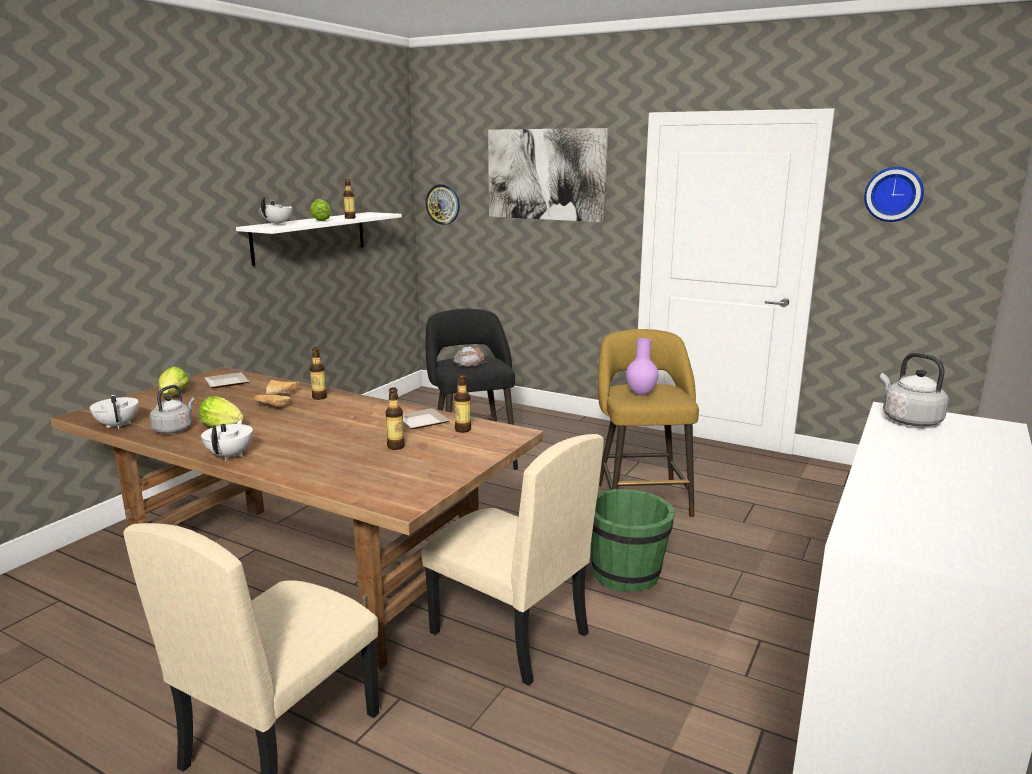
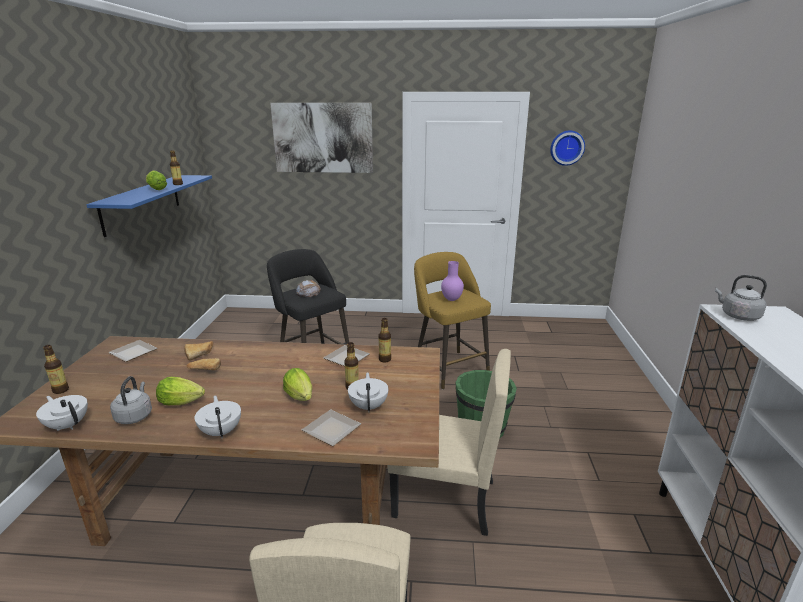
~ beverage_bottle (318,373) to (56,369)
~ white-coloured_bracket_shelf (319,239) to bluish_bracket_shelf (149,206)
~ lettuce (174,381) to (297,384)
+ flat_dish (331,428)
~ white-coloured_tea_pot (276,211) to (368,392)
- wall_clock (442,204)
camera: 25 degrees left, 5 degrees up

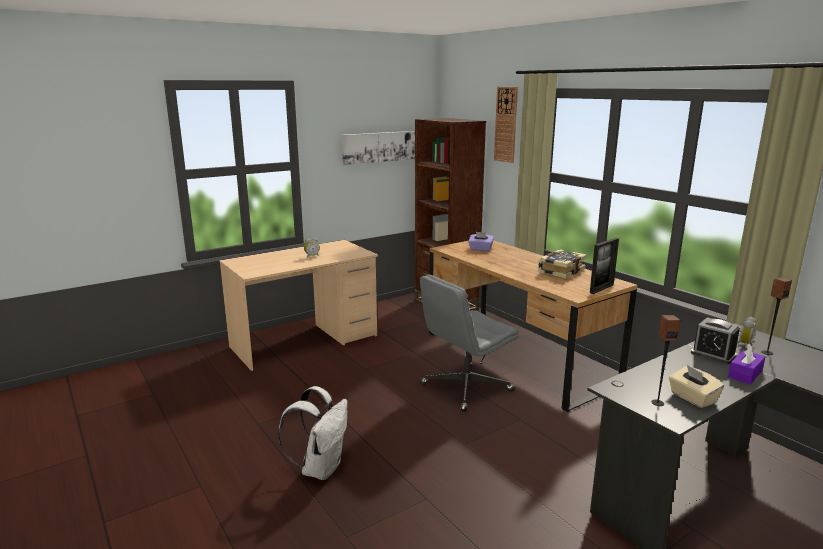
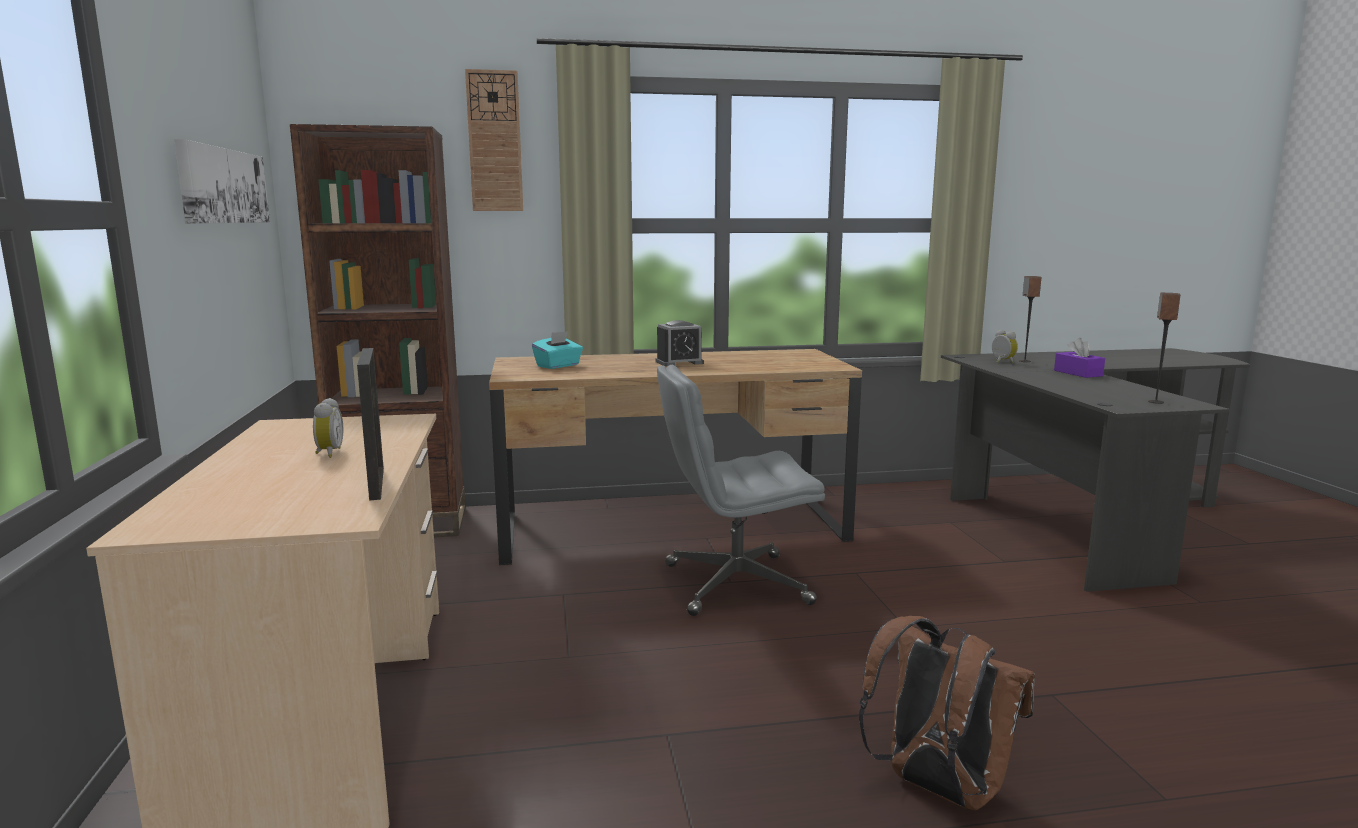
~ picture_frame (604,266) to (370,424)
~ purple_tissue_holder (481,241) to turquoise-coloured_tissue_holder (557,350)
~ alarm_clock (715,340) to (679,343)
~ greyish_office_chair (469,343) = (741,490) 90 degrees clockwise
~ white-coloured_knapsack (312,433) to brown_knapsack (947,713)
- volume (562,264)
- sand-coloured_tissue_holder (696,386)
camera: 65 degrees left, 5 degrees down

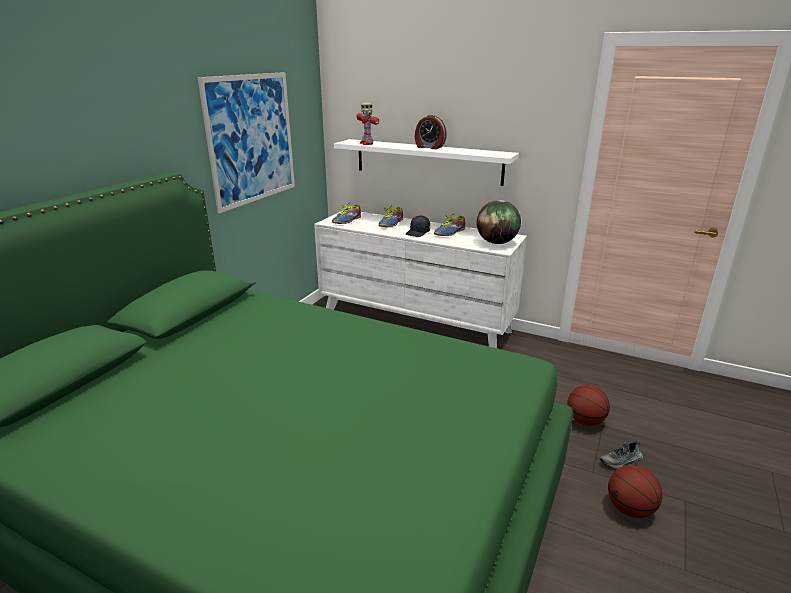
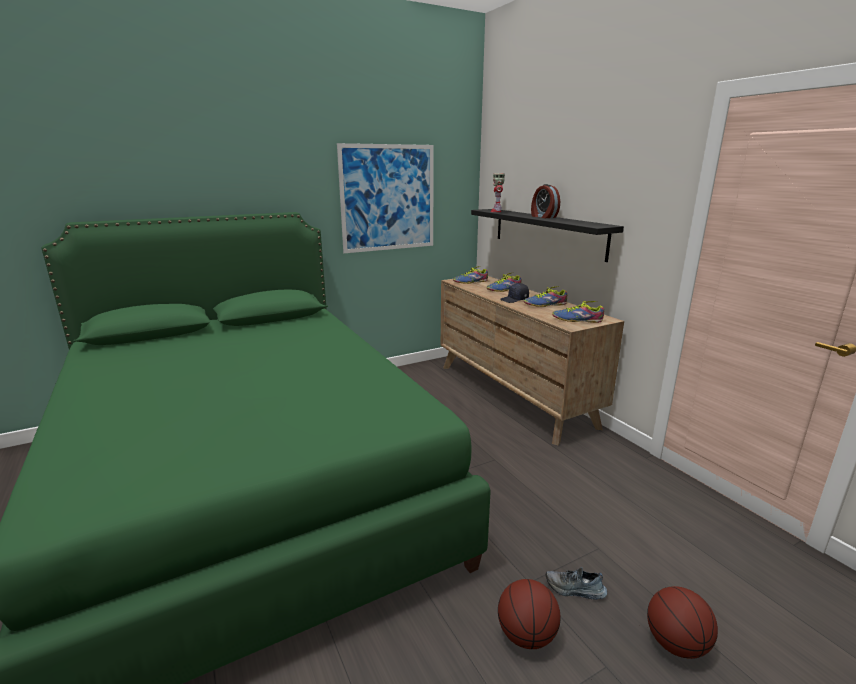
~ white-coloured_drawer_chest (420,279) to brown_drawer_chest (532,361)
~ white-coloured_bracket_shelf (426,162) to blackish_bracket_shelf (547,235)
~ globe (499,222) to shoe (578,312)
~ basketball_ball (588,405) to (682,622)
camera: 35 degrees right, 5 degrees down

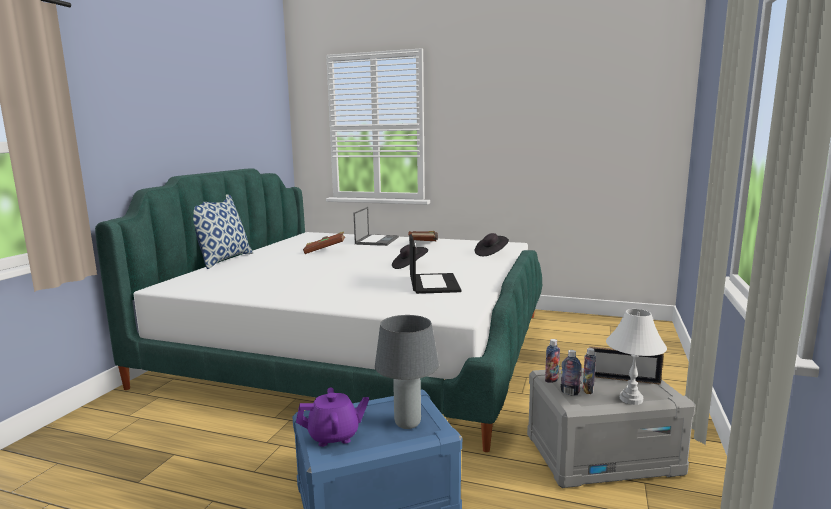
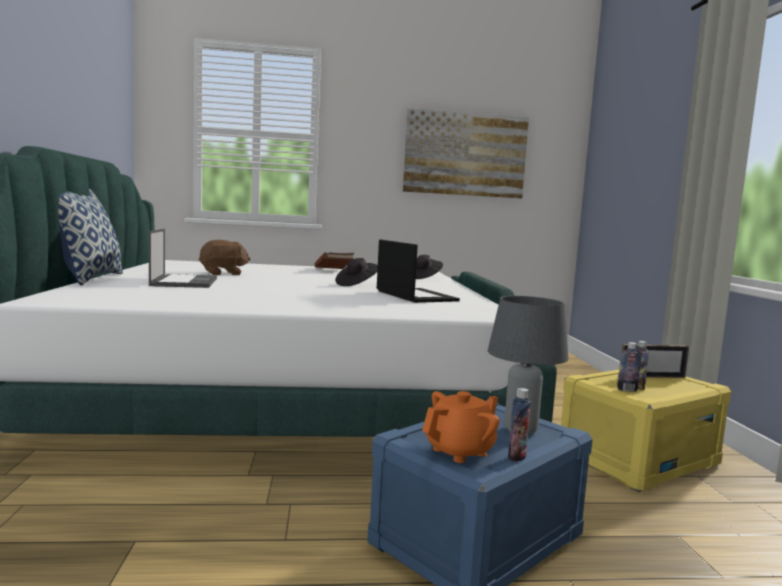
~ notebook_computer (376,226) to (183,258)
~ brown_volume (324,243) to brown_soft_toy (224,257)
+ wall_picture (466,153)
~ purple_tea_pot (332,417) to orange_tea_pot (460,427)
~ beverage_bottle (552,361) to (519,425)
~ greyish_storage_container (611,428) to yellow_storage_container (646,431)
- white-coloured_table_lamp (636,357)
camera: 25 degrees left, 5 degrees down

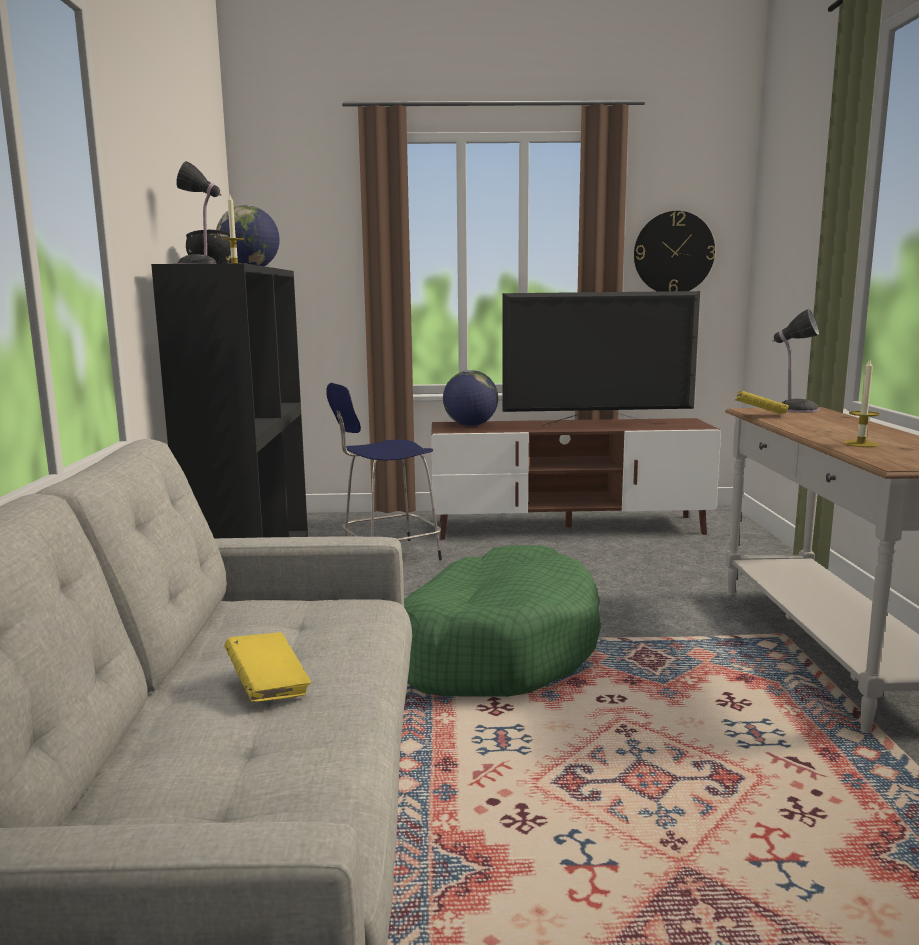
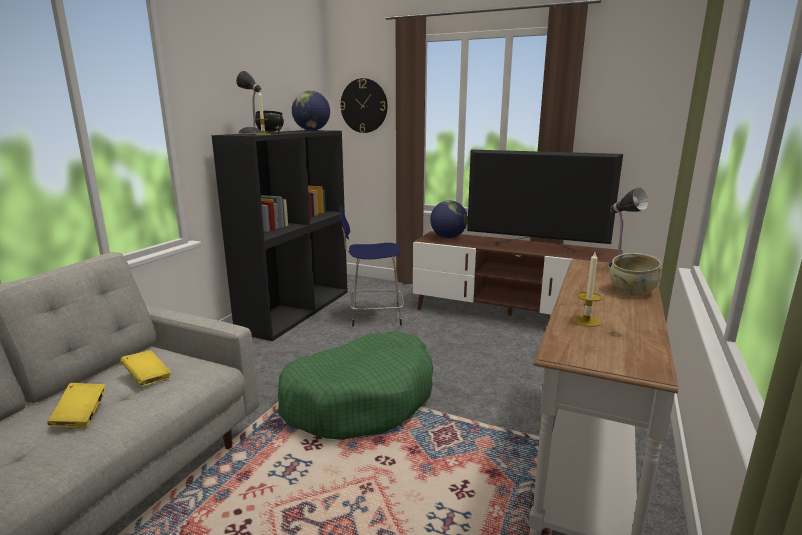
~ yellow_volume (762,402) to (145,368)
~ wall_clock (674,251) to (363,105)
+ sand-coloured_deep_dish (635,274)
camera: 25 degrees right, 5 degrees up

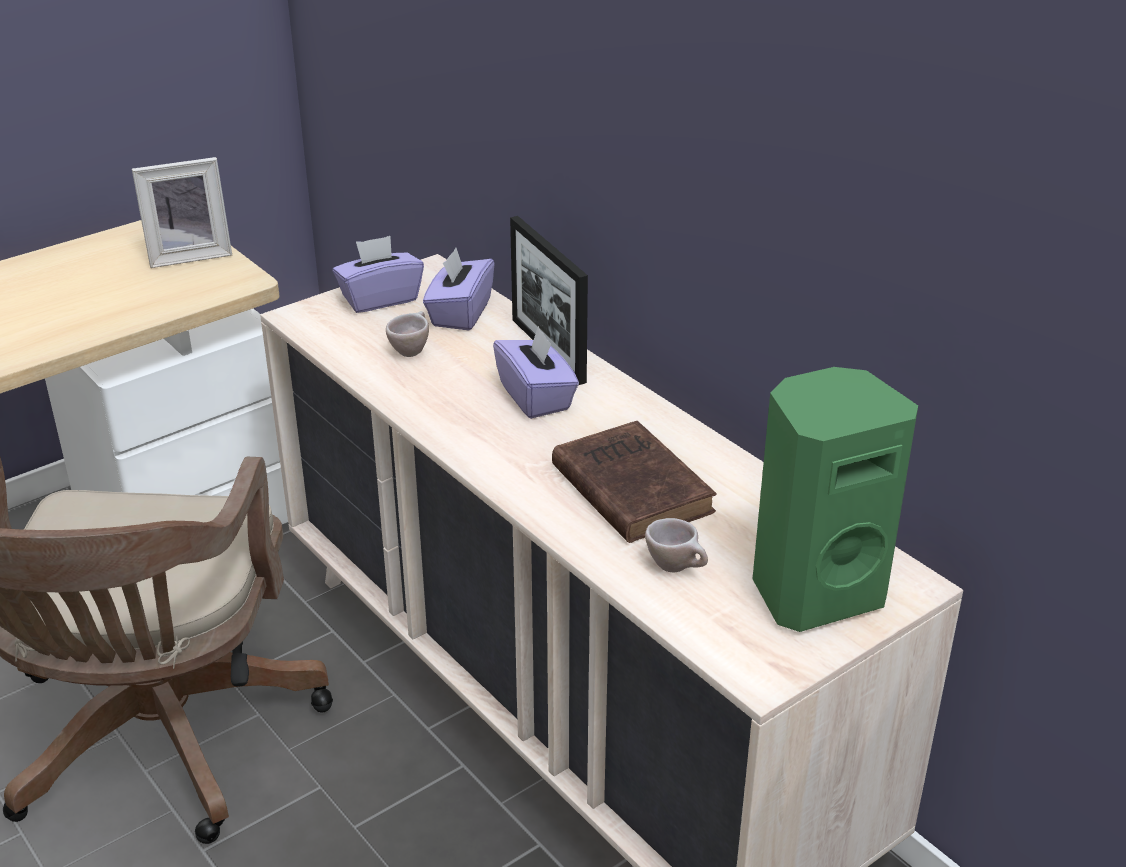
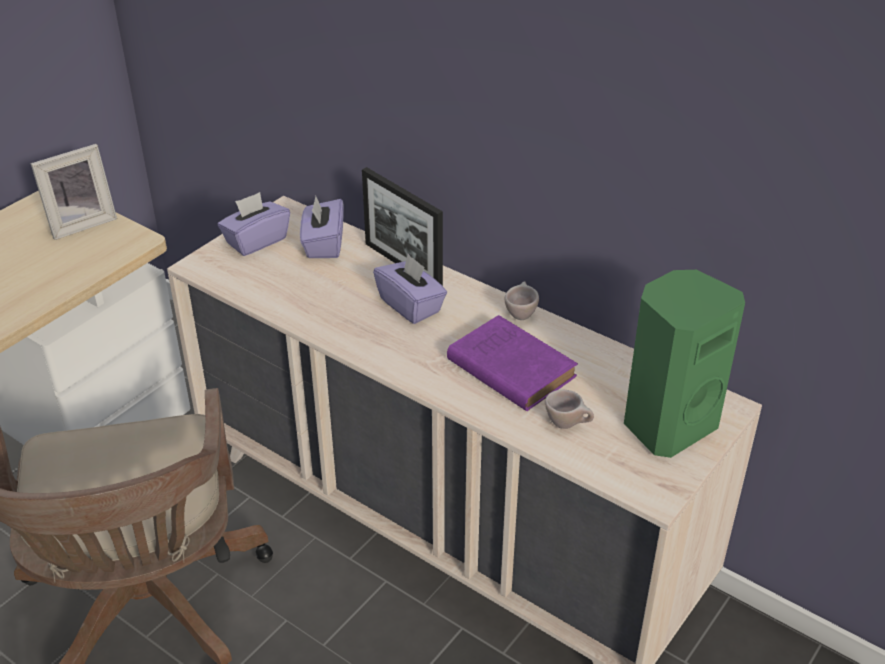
~ brown_volume (634,482) to purple_volume (512,363)
~ sand-coloured_cup (407,334) to (522,300)
camera: 15 degrees left, 5 degrees up

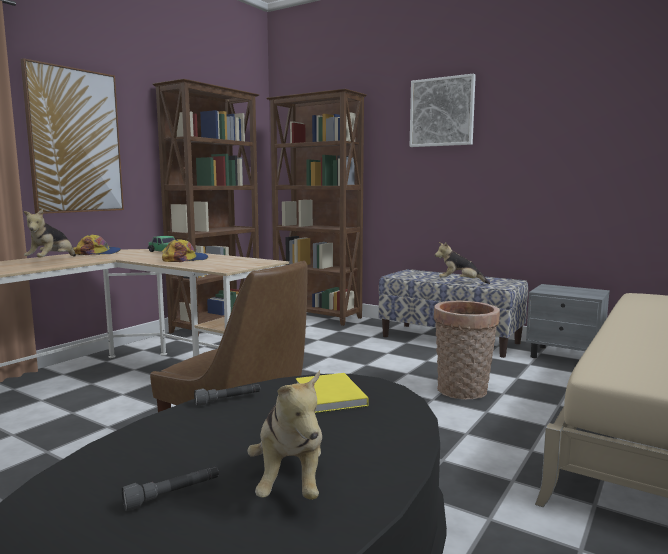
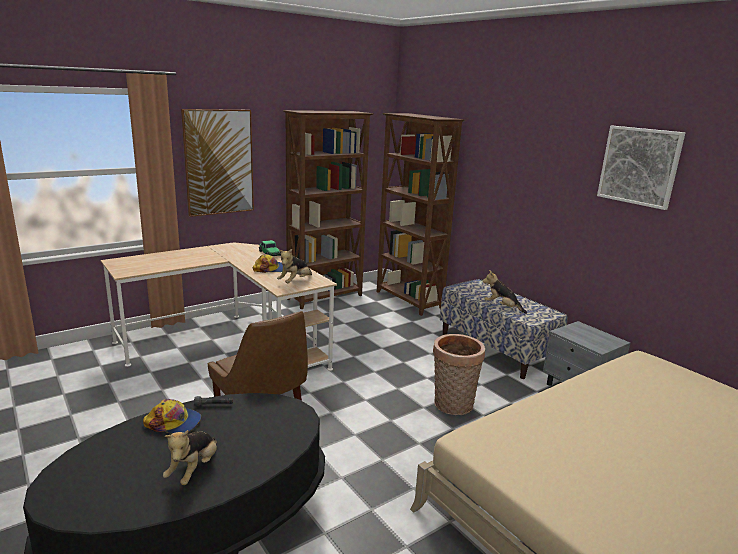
~ cap (97,245) to (172,416)
~ soft_toy (49,233) to (294,266)
~ wall_picture (443,110) to (641,168)
- greyish_hand_torch (170,488)
- yellow_volume (332,393)
camera: 20 degrees right, 10 degrees up

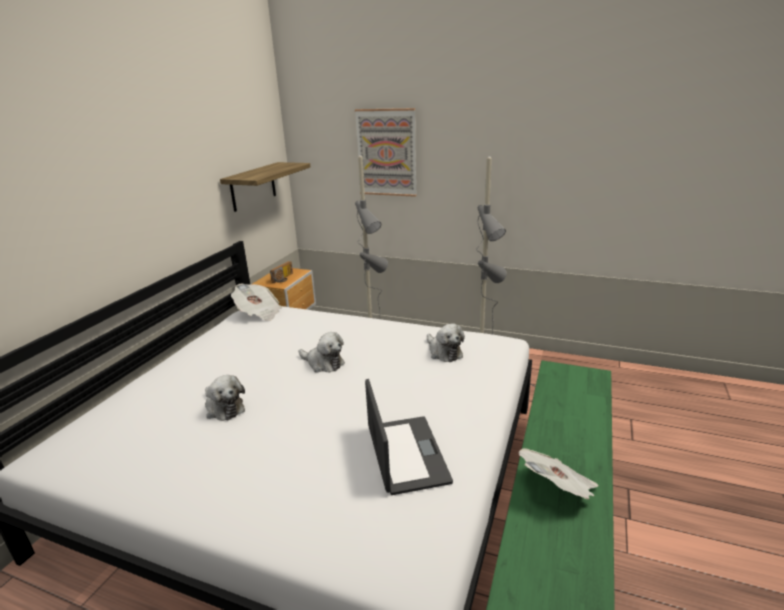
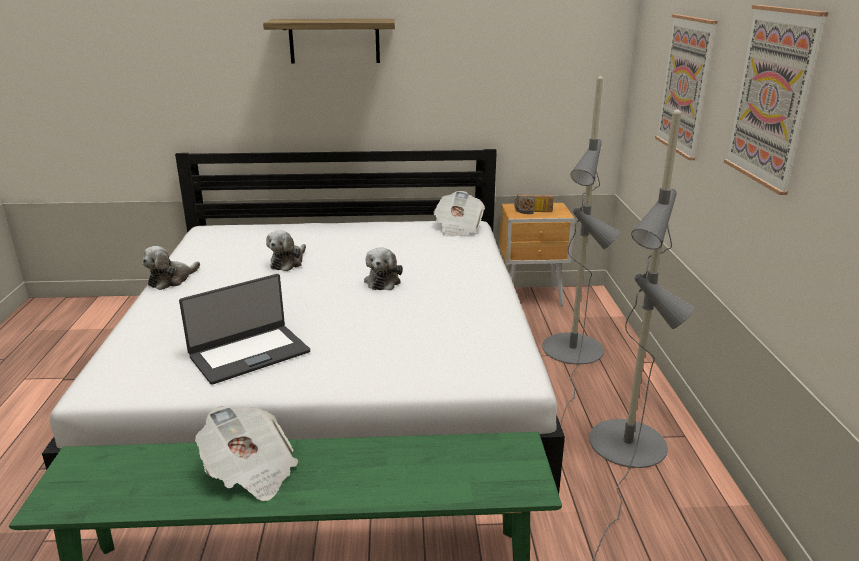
~ soft_toy (446,343) to (171,268)
~ bracket_shelf (265,187) to (329,41)
+ wall_picture (776,100)
camera: 65 degrees right, 0 degrees up

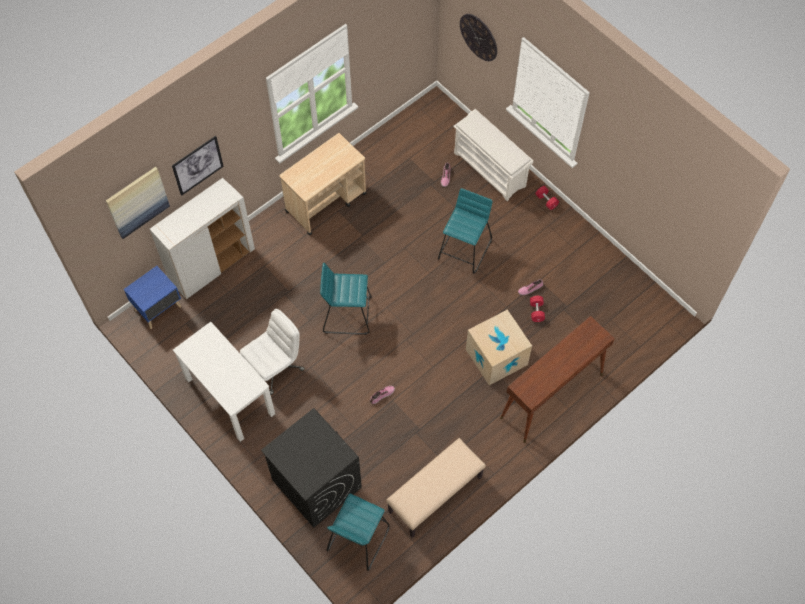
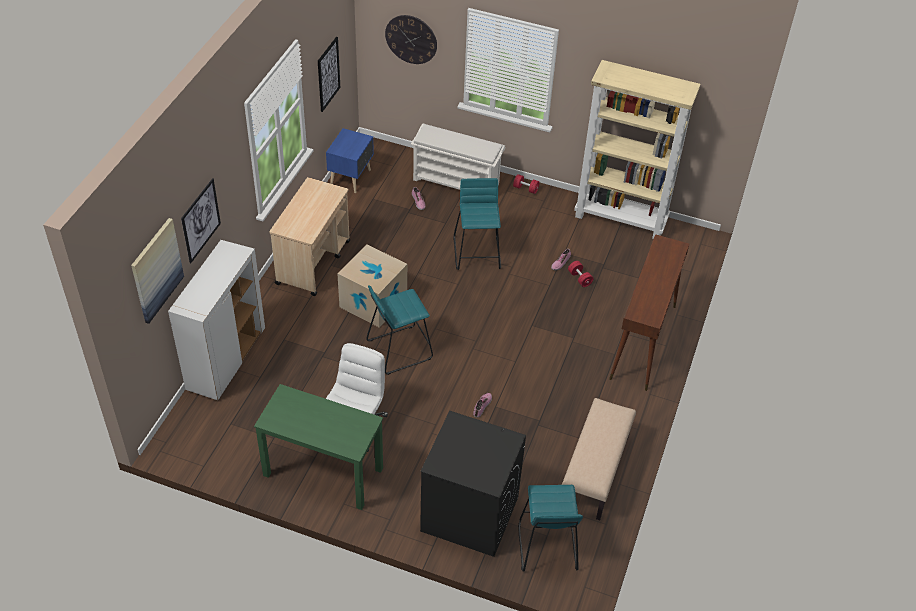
~ white-coloured_desk_table (224,382) to greenish_desk_table (318,447)
+ wall_picture (329,74)
~ bluish_bedside_table (152,297) to (350,160)
~ carton (499,347) to (372,286)
+ sand-coloured_shelving_unit (637,149)
camera: 30 degrees left, 15 degrees down

